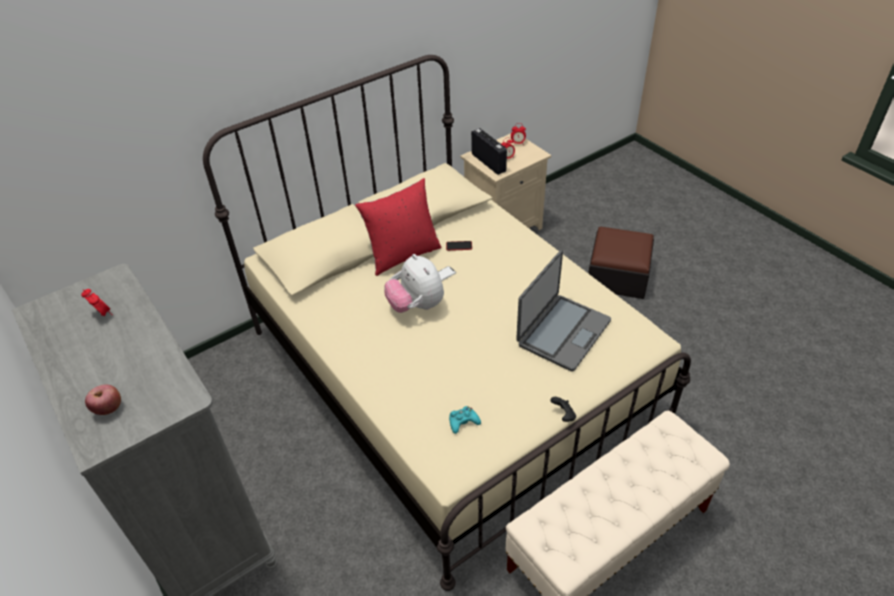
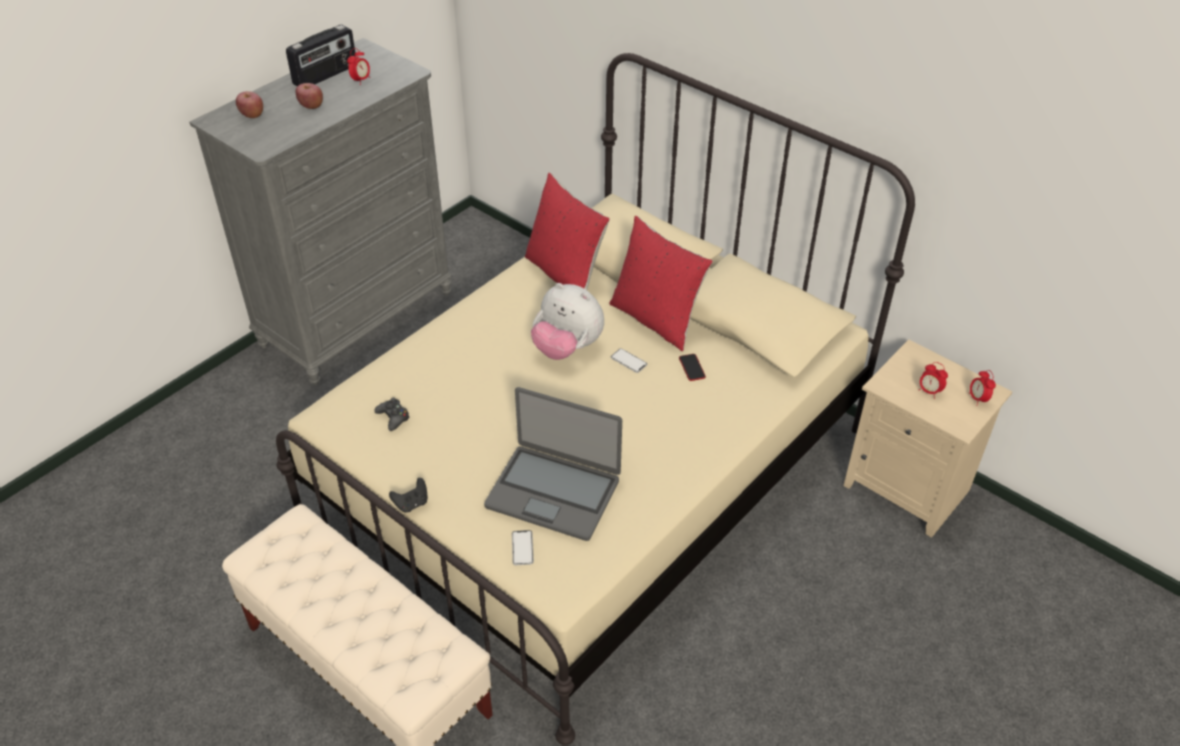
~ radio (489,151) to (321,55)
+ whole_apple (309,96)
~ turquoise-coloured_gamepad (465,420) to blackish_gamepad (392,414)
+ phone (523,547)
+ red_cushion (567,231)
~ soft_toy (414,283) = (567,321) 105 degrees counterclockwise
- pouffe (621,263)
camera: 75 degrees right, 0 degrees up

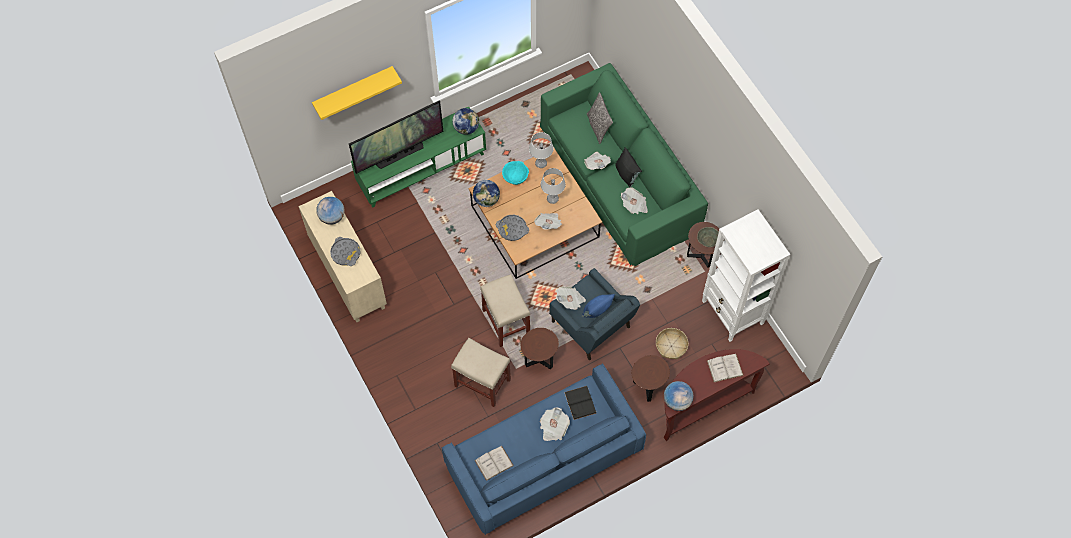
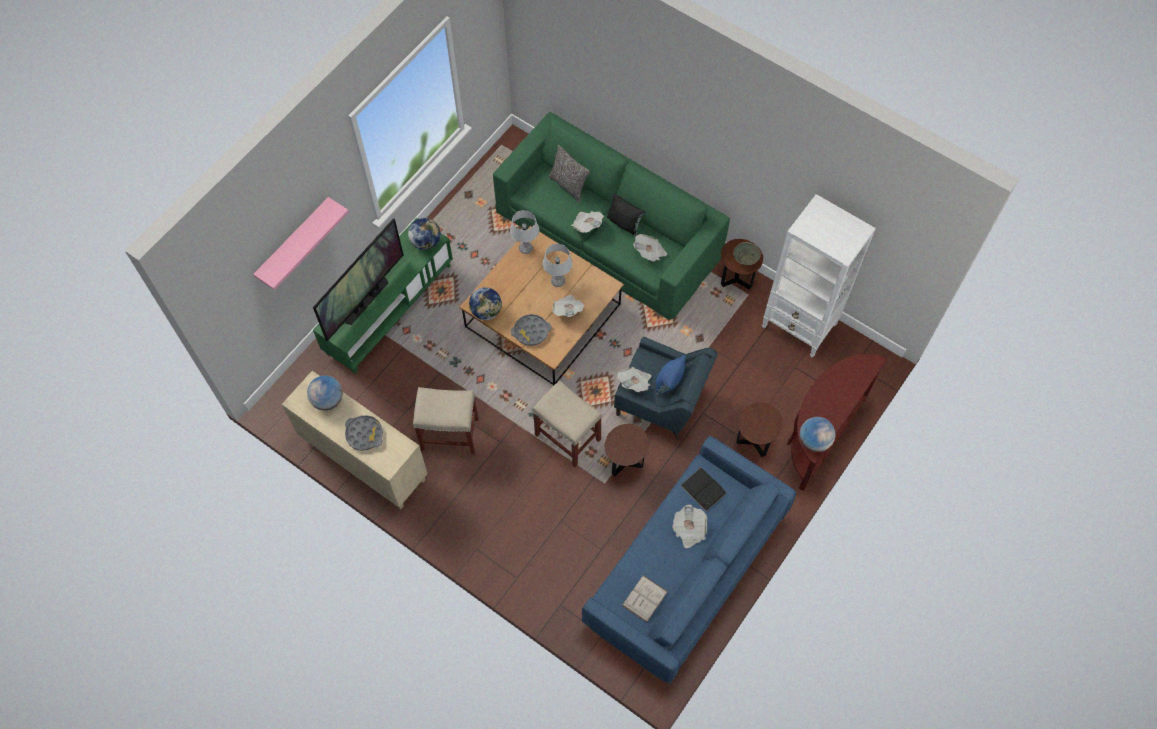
~ yellow_bracket_shelf (357,93) to pink_bracket_shelf (301,243)
~ sand-coloured_sitting_stool (481,372) to (446,420)
- turquoise-coloured_deep_dish (515,173)
- storage_basket (672,343)
- white-coloured_volume (725,368)
camera: 25 degrees left, 0 degrees up

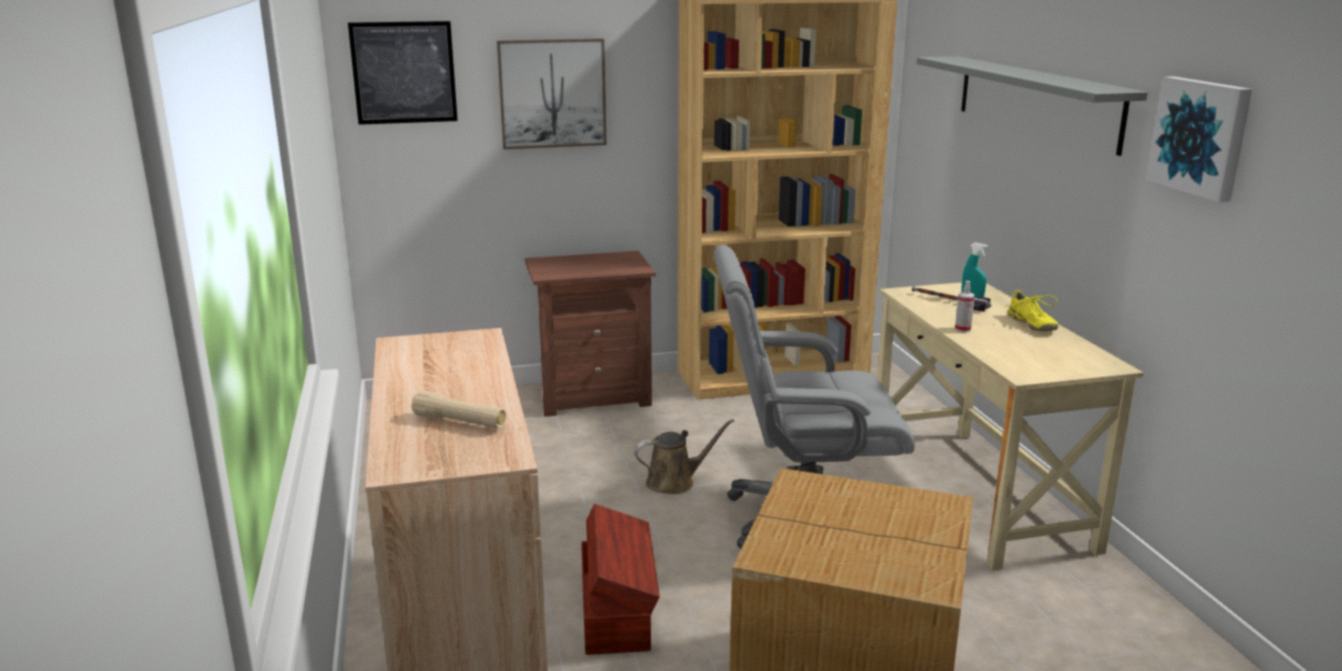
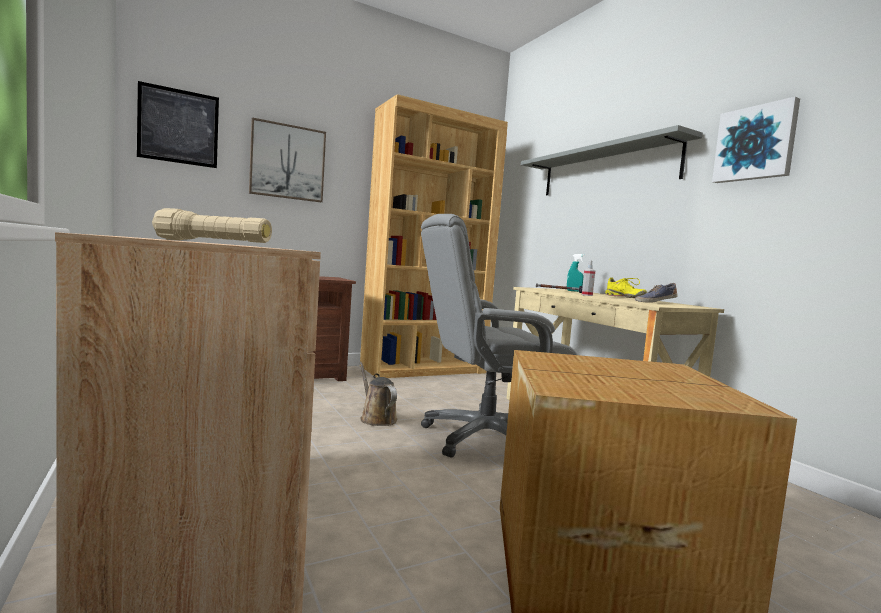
~ brown_sprinkling_can (684,456) = (378,393) 90 degrees counterclockwise
+ shoe (656,293)
- brown_storage_container (620,579)
camera: 15 degrees left, 15 degrees down

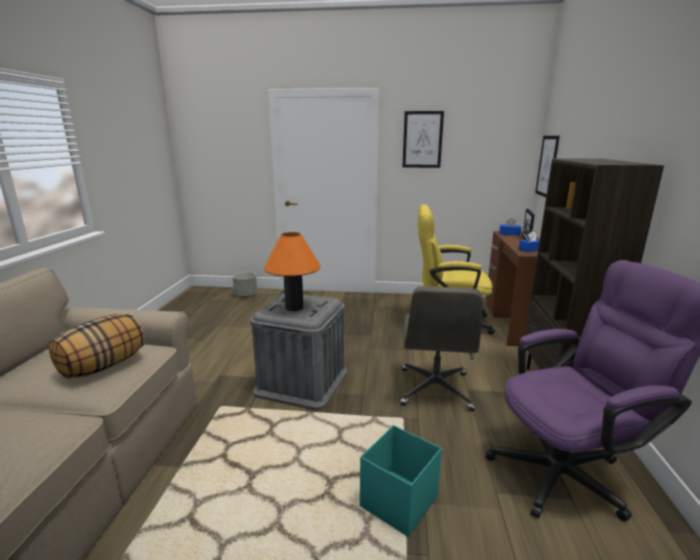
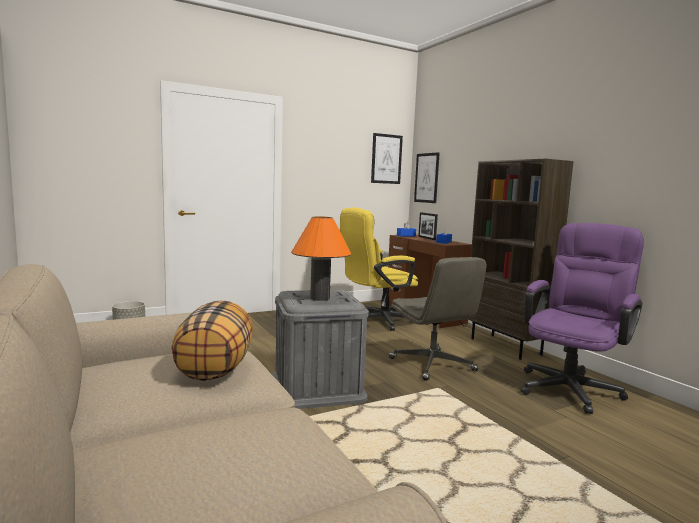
~ wall_picture (423,139) to (387,158)
- turquoise-coloured_storage_container (401,481)
camera: 35 degrees left, 10 degrees down

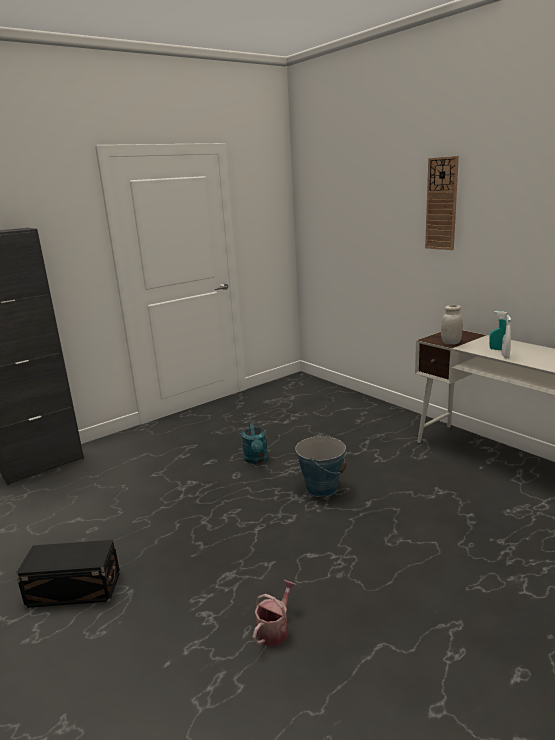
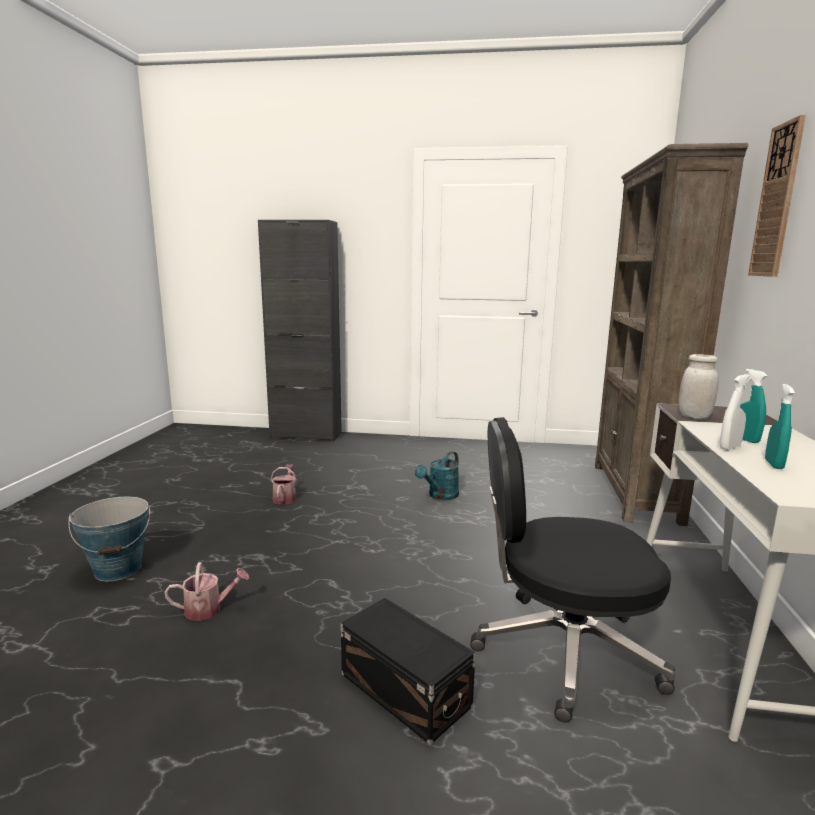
~ bucket (321,466) to (109,539)
+ sprinkling_can (283,484)
~ blackish_storage_container (68,574) to (408,671)
+ blackish_office_chair (573,570)
+ brown_shelving_unit (671,334)
+ turquoise-coloured_hand_sprayer (780,426)
camera: 45 degrees right, 5 degrees down

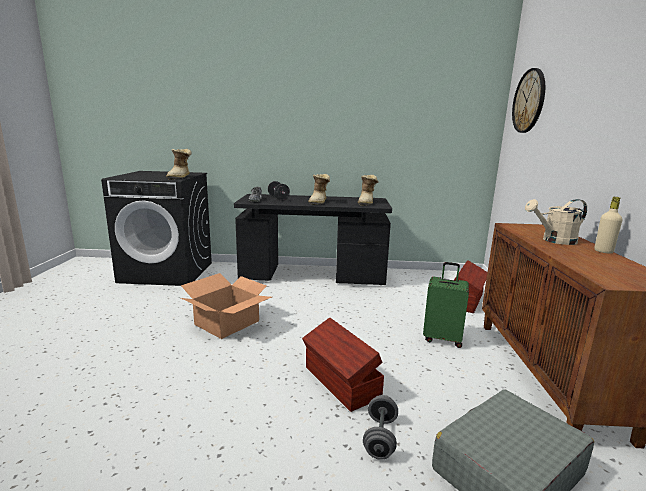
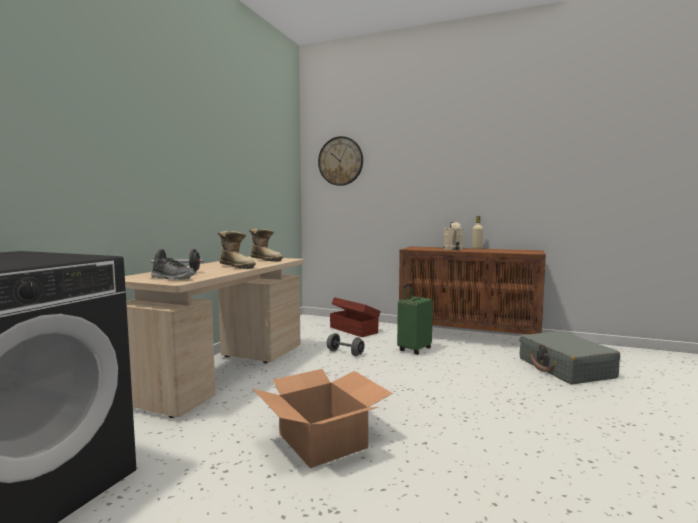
~ blackish_desk_table (313,239) to sand-coloured_desk_table (214,337)
~ greyish_dumbbell (380,427) to (345,344)
- tall_boot (178,164)
- brown_storage_container (343,365)
camera: 70 degrees left, 10 degrees down

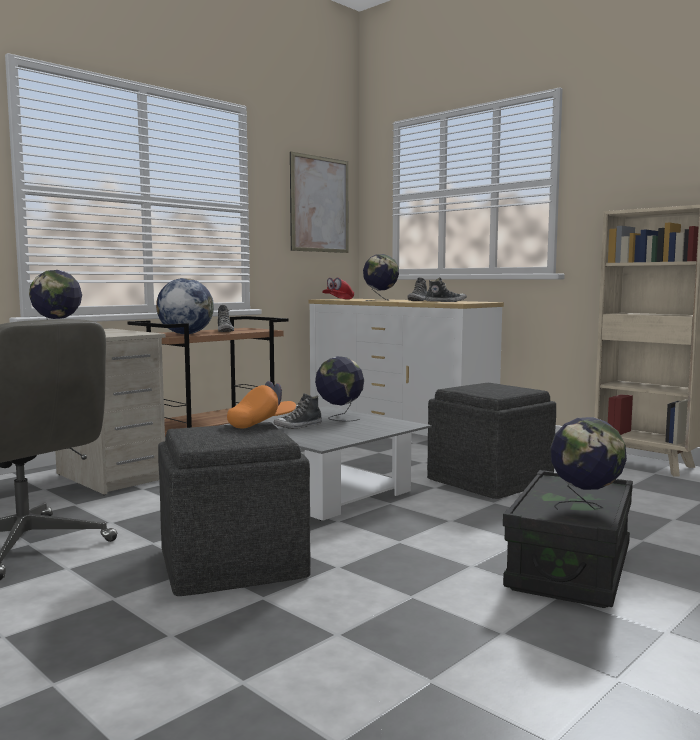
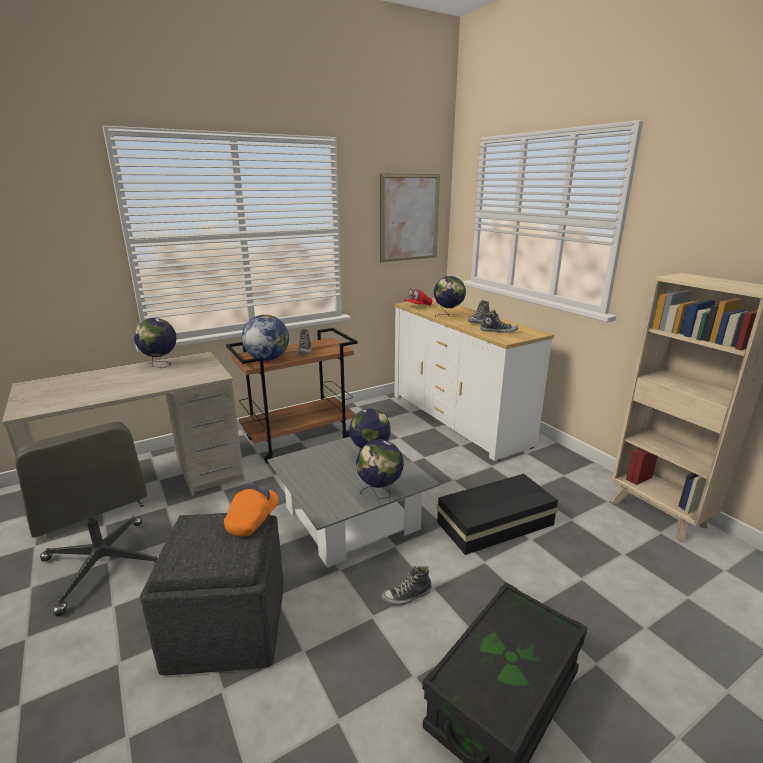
~ orange_cap (261,404) = (251,509) 45 degrees counterclockwise
~ globe (588,463) to (380,469)
~ shoe (298,411) to (407,586)
~ greyish_pouffe (491,441) to blackish_storage_container (497,514)
camera: 15 degrees right, 15 degrees up

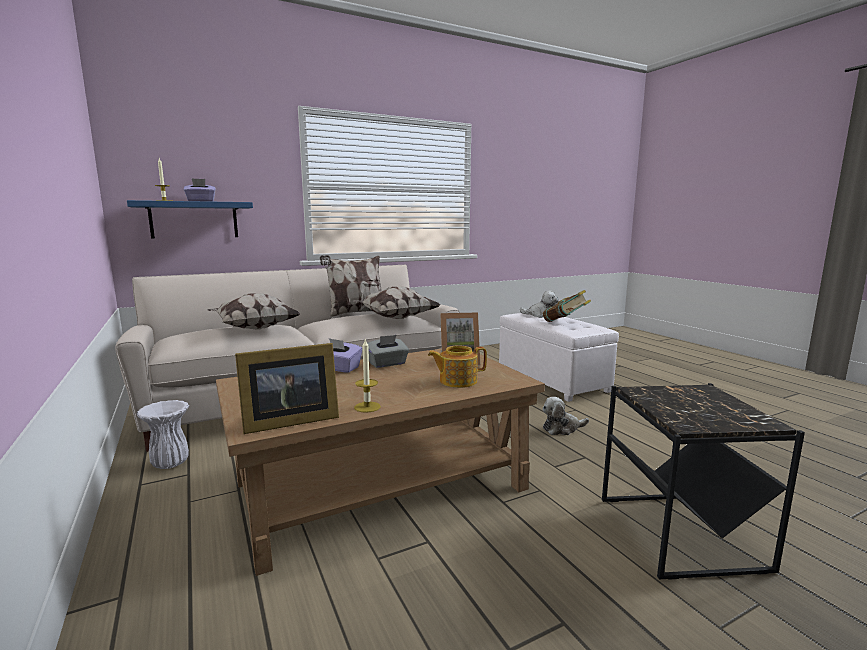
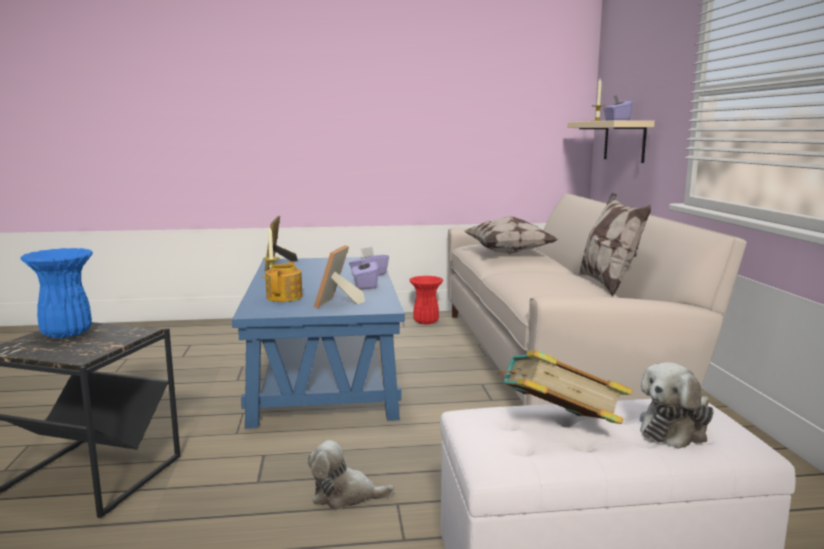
+ bluish_flower_vase (56,293)
~ brown_low_table (380,462) to bluish_low_table (318,343)
~ soft_toy (565,416) = (351,474) 90 degrees counterclockwise
~ greyish_tissue_holder (388,351) to purple_tissue_holder (365,273)
~ white-coloured_flower_vase (163,434) to red_flower_vase (426,300)
~ bluish_bracket_shelf (190,219) to sand-coloured_bracket_shelf (611,141)
- cushion (397,303)
camera: 110 degrees right, 0 degrees up

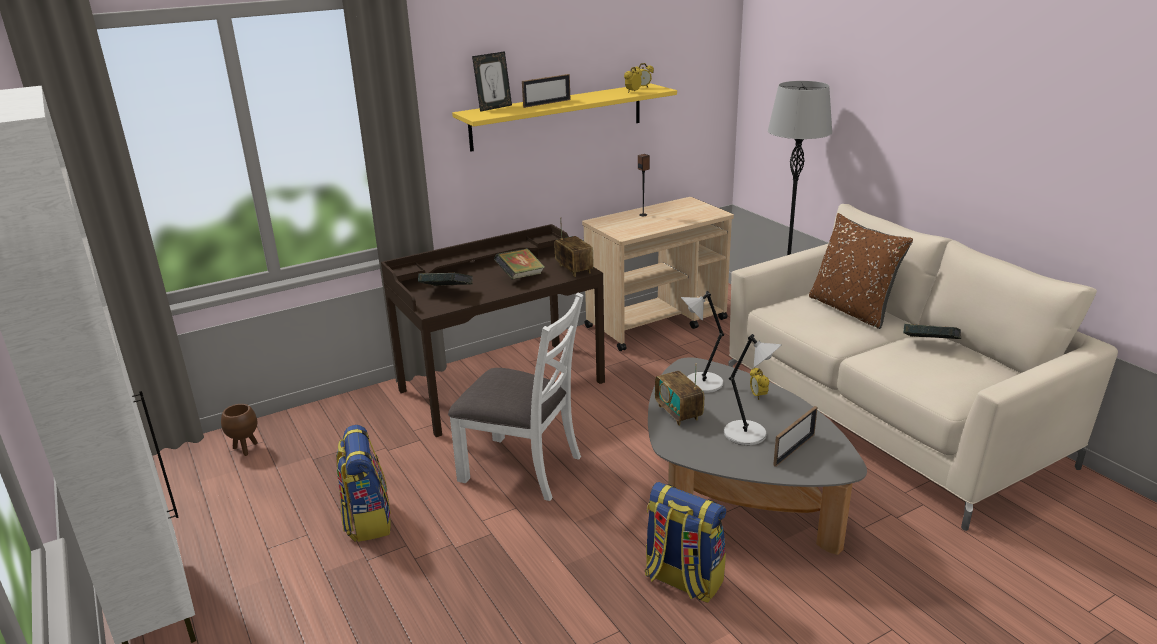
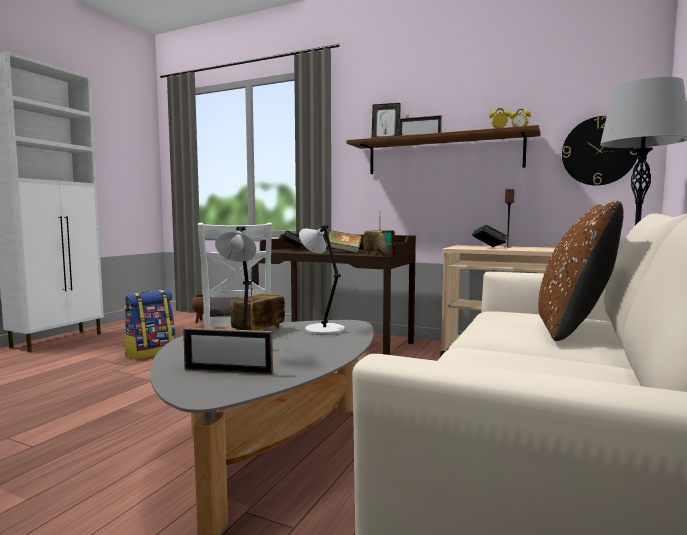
~ yellow_bracket_shelf (564,117) to brown_bracket_shelf (443,149)
~ volume (932,331) to (490,236)
+ wall_clock (601,151)
- knapsack (685,542)
- alarm_clock (759,384)
camera: 55 degrees right, 20 degrees down

